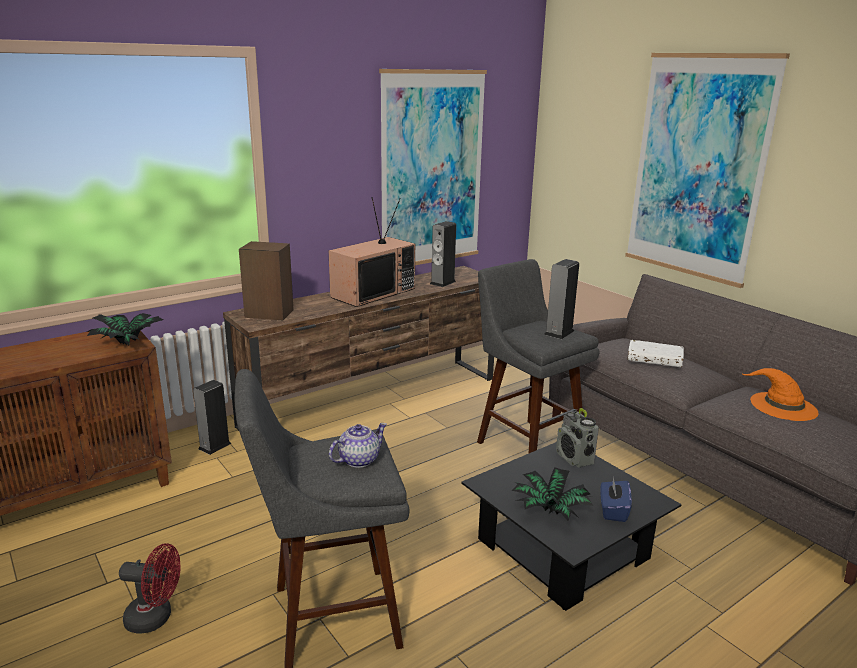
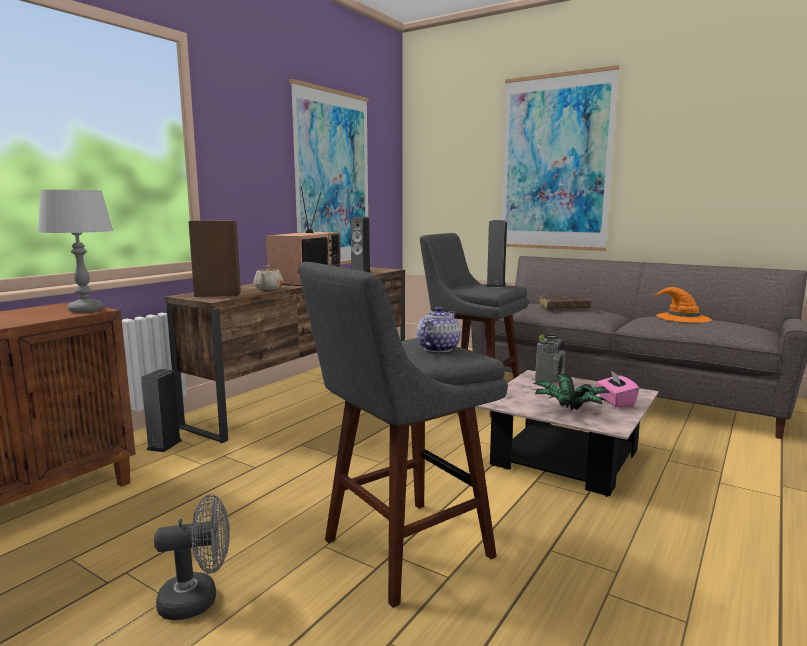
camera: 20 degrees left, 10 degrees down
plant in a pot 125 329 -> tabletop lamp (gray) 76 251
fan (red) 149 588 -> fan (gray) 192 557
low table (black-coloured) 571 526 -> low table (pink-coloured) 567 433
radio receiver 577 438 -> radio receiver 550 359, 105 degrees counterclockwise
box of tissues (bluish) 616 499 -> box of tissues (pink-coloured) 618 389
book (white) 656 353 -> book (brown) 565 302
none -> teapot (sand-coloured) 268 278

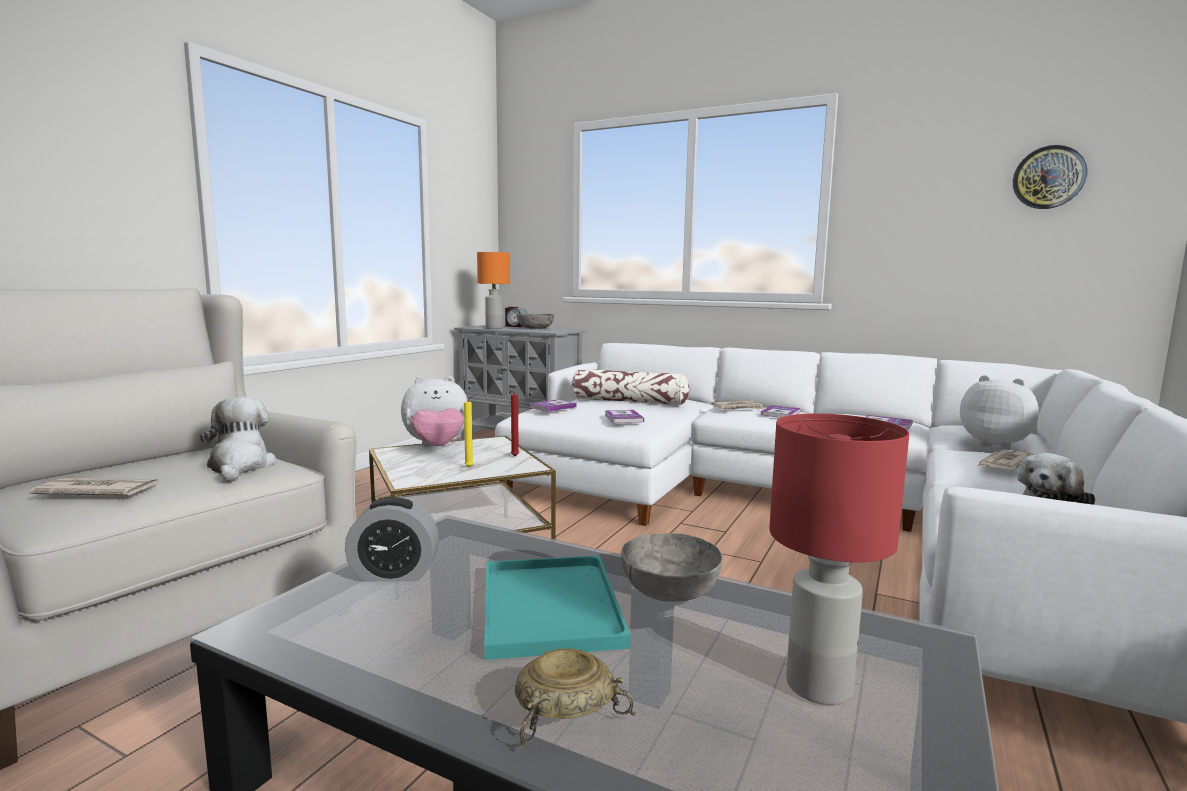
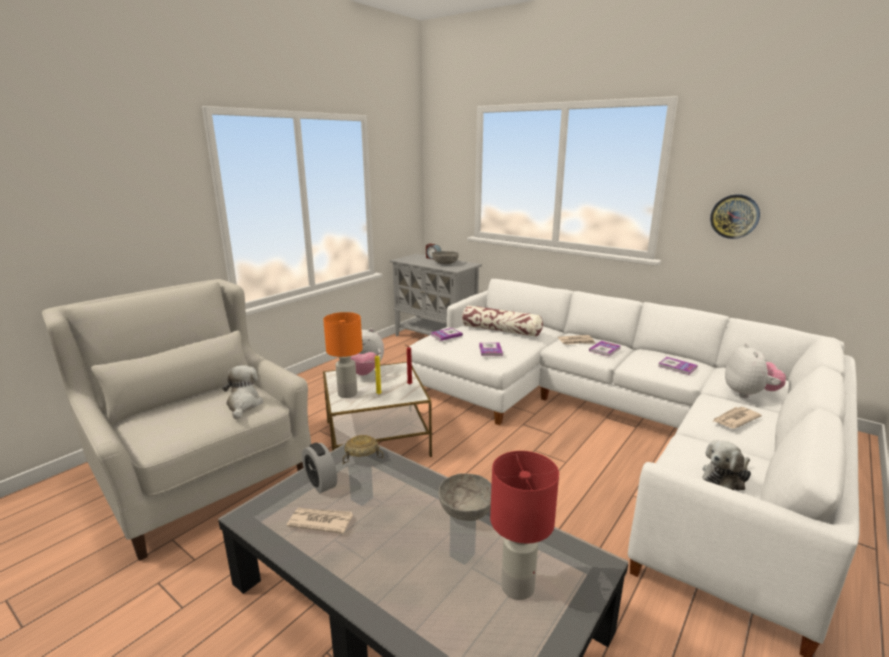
camera: 10 degrees right, 10 degrees up
printed paper 93 486 -> printed paper 319 521, shifted
bedside clock 392 539 -> bedside clock 319 468, 45 degrees clockwise
tabletop lamp (orangey) 493 290 -> tabletop lamp (orangey) 343 355, shifted
tray (turquoise-coloured) 557 607 -> none
serving bowl (sand-coloured) 575 698 -> serving bowl (sand-coloured) 363 449, shifted
soft toy 999 412 -> soft toy 755 370, 45 degrees clockwise
clock on the wall 1050 177 -> clock on the wall 735 216, shifted

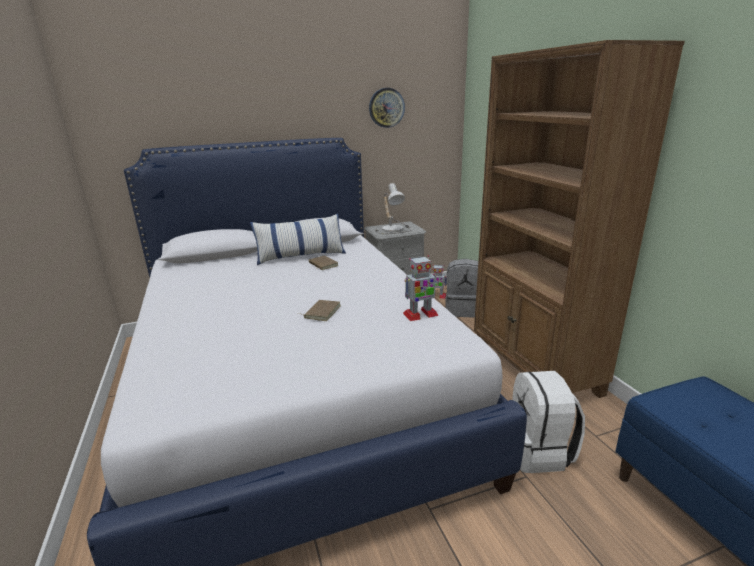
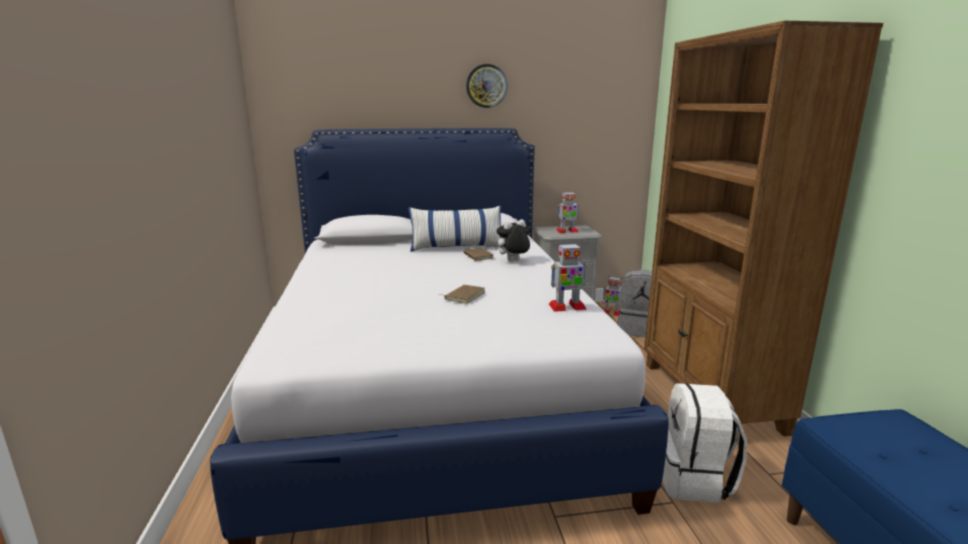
camera: 10 degrees right, 5 degrees down
clock on the wall 387 108 -> clock on the wall 487 86, shifted
tabletop lamp 393 208 -> model robot 567 212
none -> soft toy 512 240

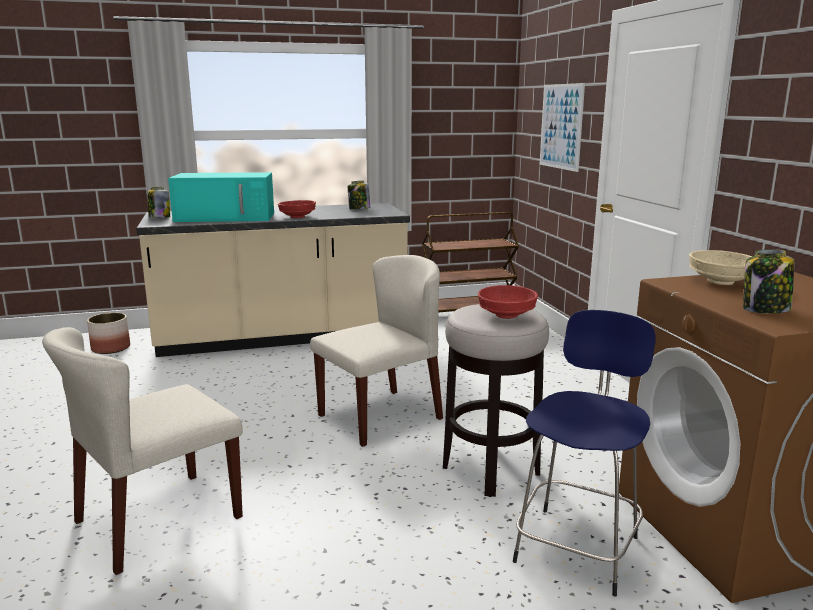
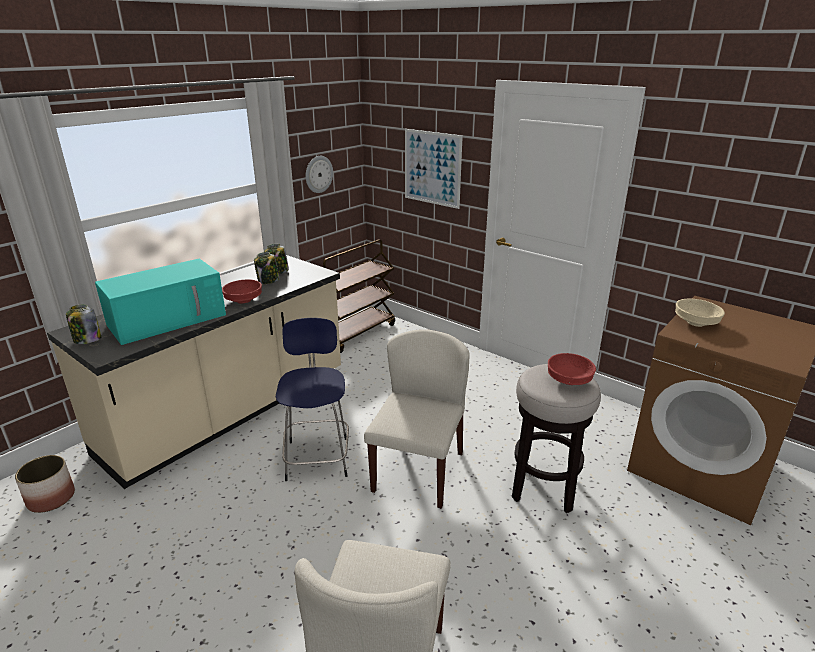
camera: 35 degrees left, 10 degrees up
stool seat (bluish) 584 453 -> stool seat (bluish) 312 399, shifted
jar 768 281 -> jar 266 268, shifted
none -> clock on the wall 319 174

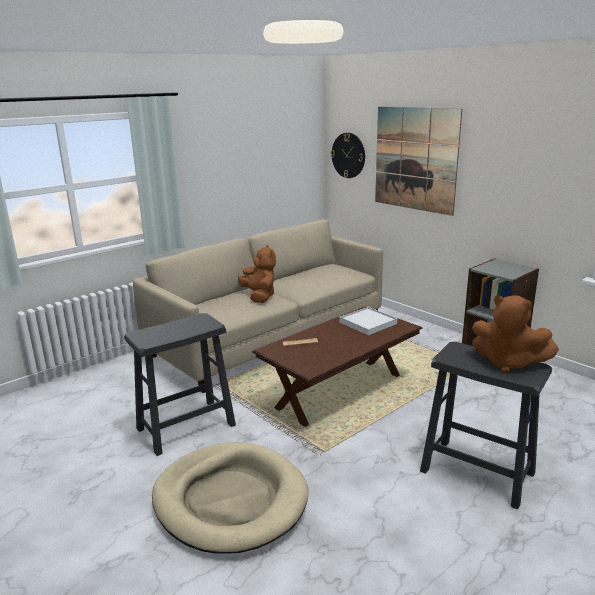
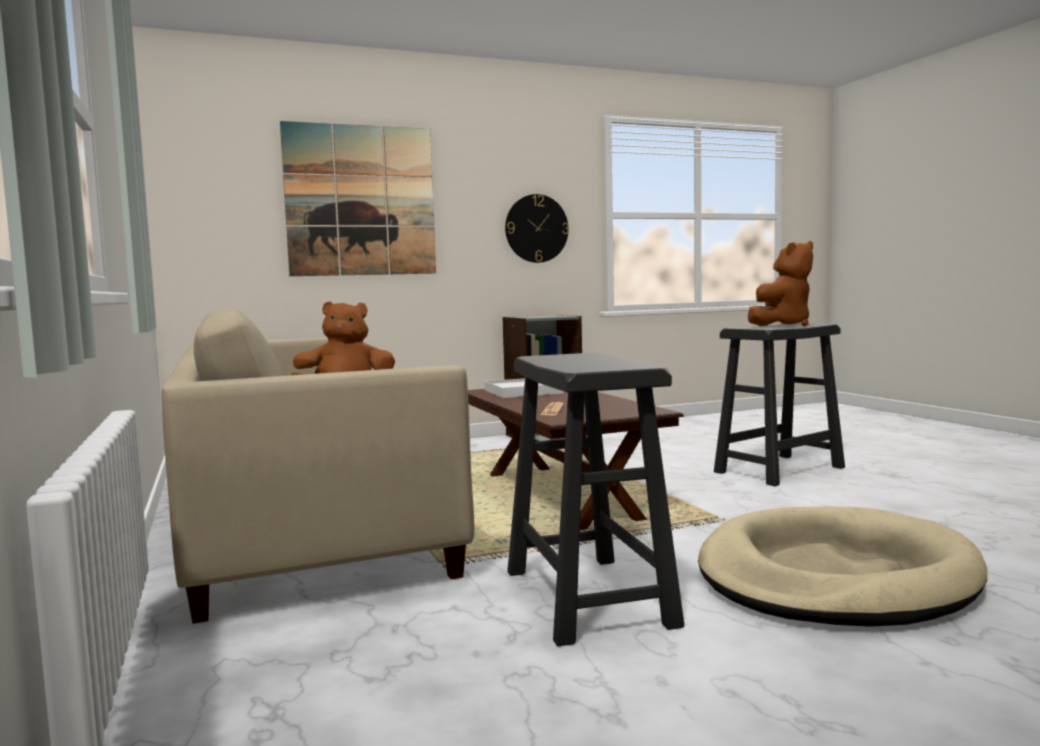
camera: 70 degrees left, 15 degrees down
clock on the wall 348 155 -> clock on the wall 537 228, shifted

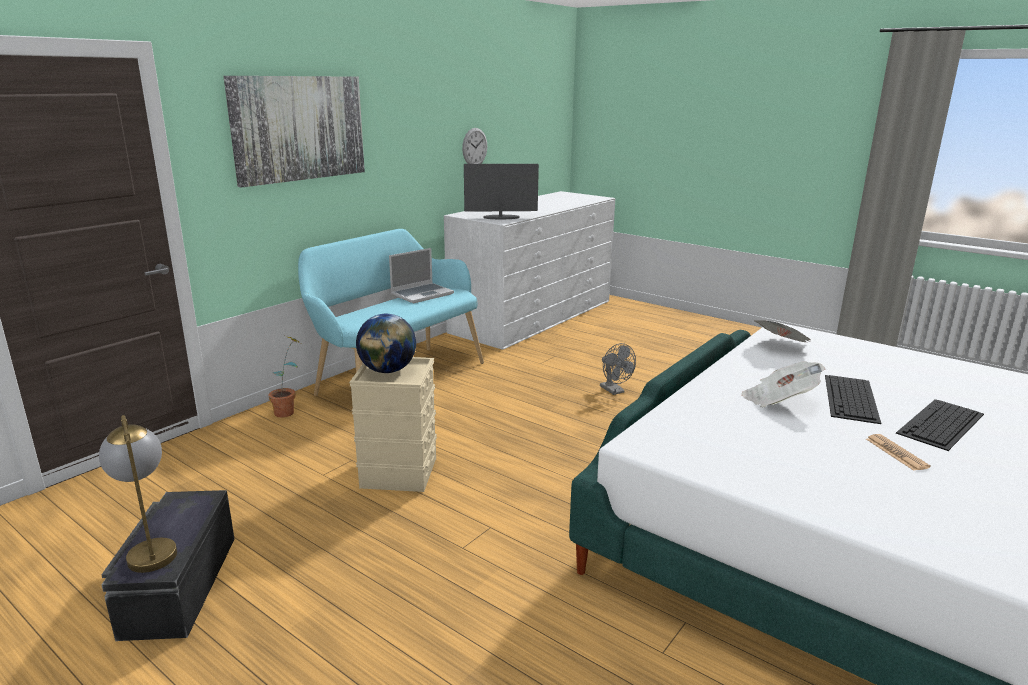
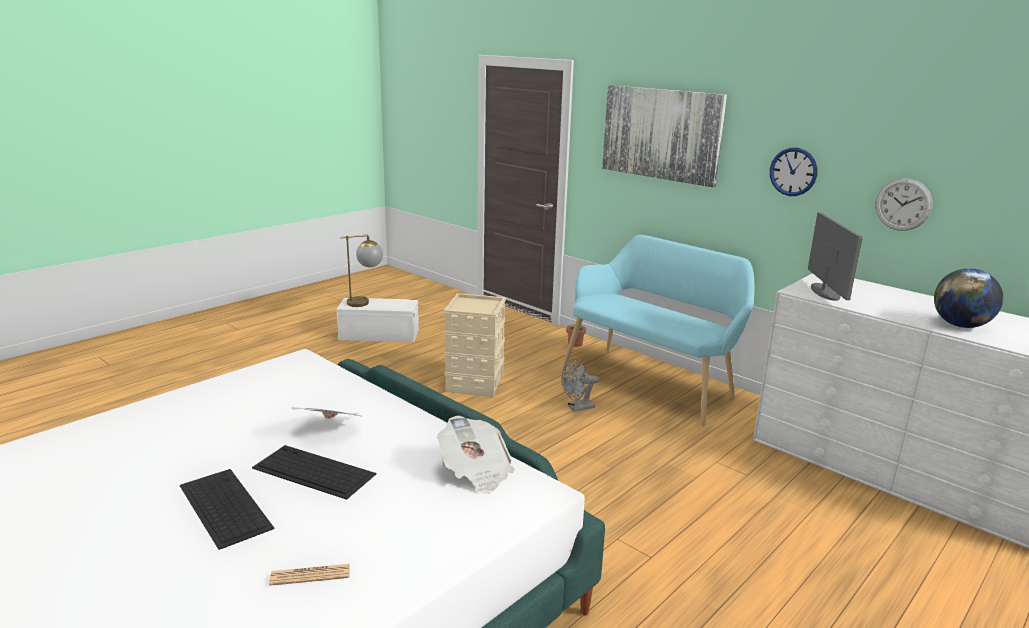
camera: 95 degrees right, 0 degrees up
storage bin (black-coloured) 167 565 -> storage bin (white) 377 320
world globe 386 343 -> world globe 968 298, shifted
portable computer 421 276 -> none
fan (gray) 618 369 -> fan (gray) 580 385, shifted
printed paper 898 452 -> printed paper 309 575, shifted
none -> clock on the wall 793 171

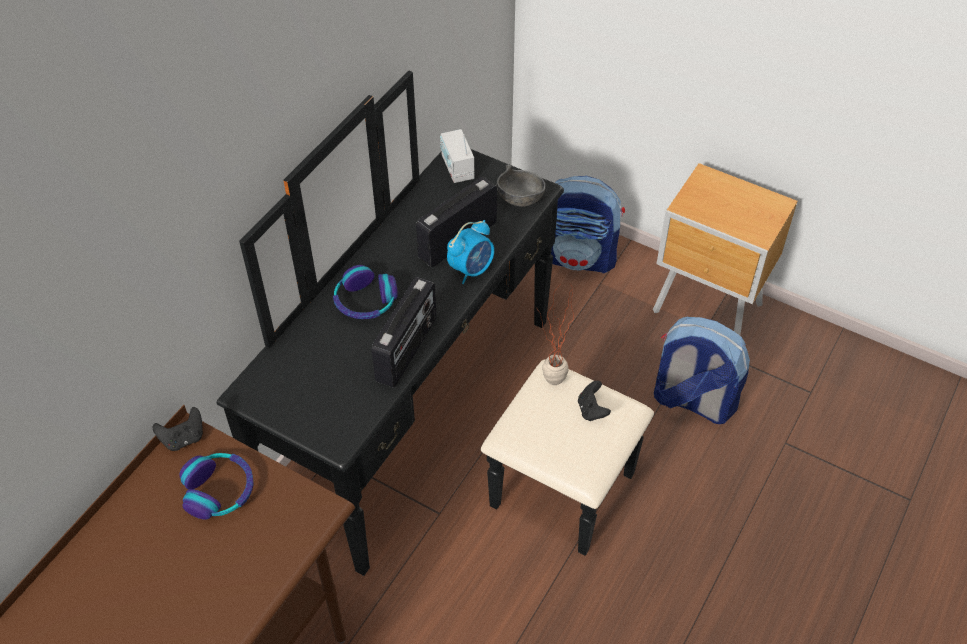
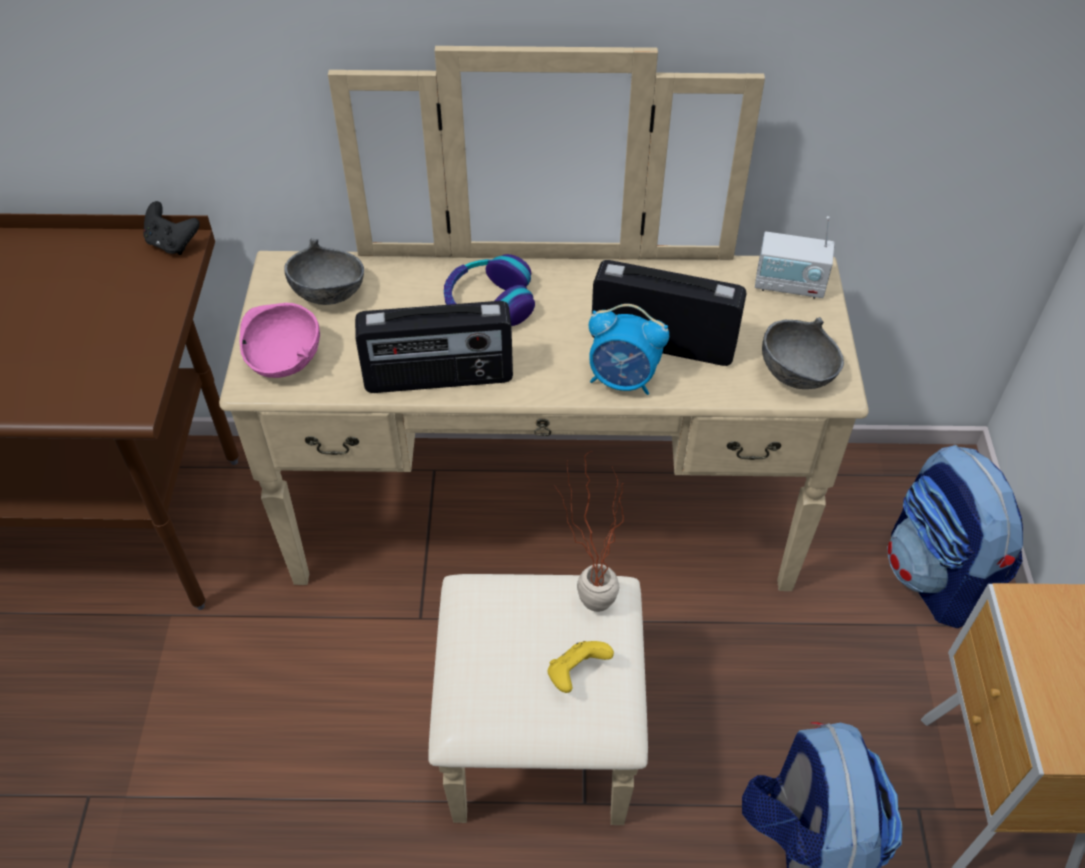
camera: 60 degrees right, 0 degrees up
pair of headphones 216 486 -> none
dresser (black-coloured) 435 323 -> dresser (sand-coloured) 544 435
radio receiver 457 156 -> radio receiver 795 257, 120 degrees counterclockwise
gamepad (black-coloured) 594 401 -> gamepad (yellow-coloured) 581 667
none -> serving bowl (pink-coloured) 280 340
none -> serving bowl (gray) 324 271

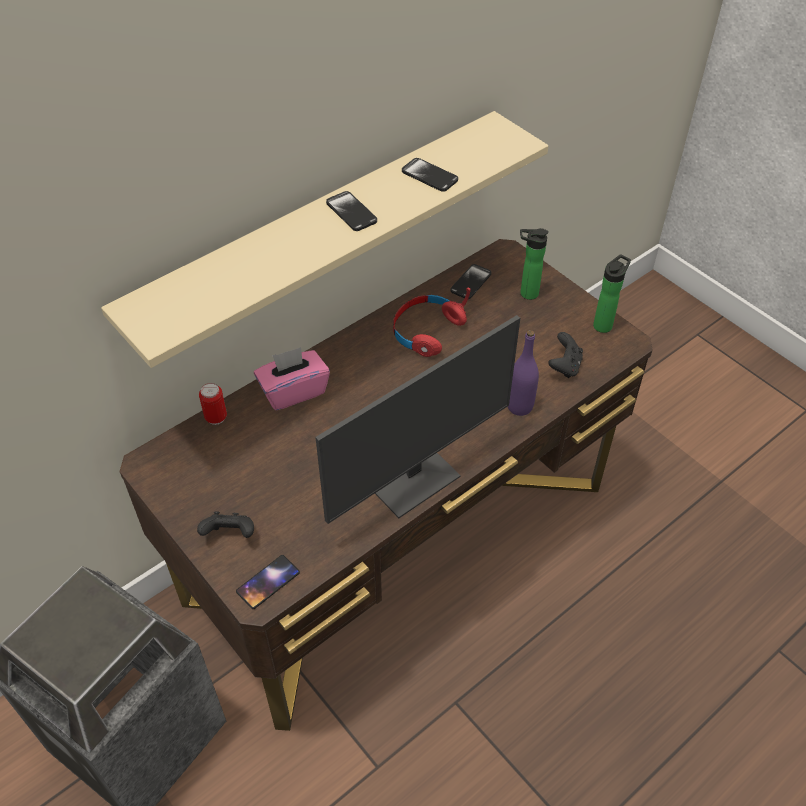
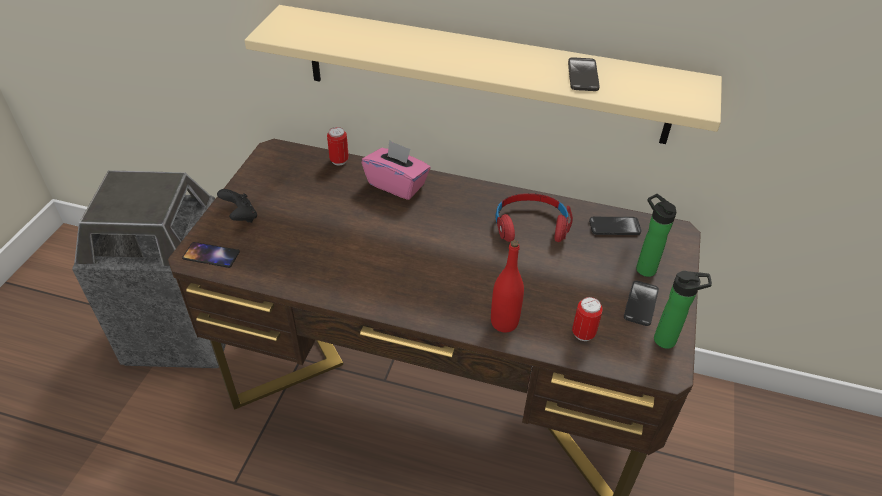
camera: 55 degrees right, 5 degrees down
computer display 417 419 -> none
telephone 351 211 -> telephone 641 303, shifted
drink bottle (purple-coloured) 523 373 -> drink bottle (red) 507 286
gamepad (black-coloured) 565 355 -> metal can 587 319

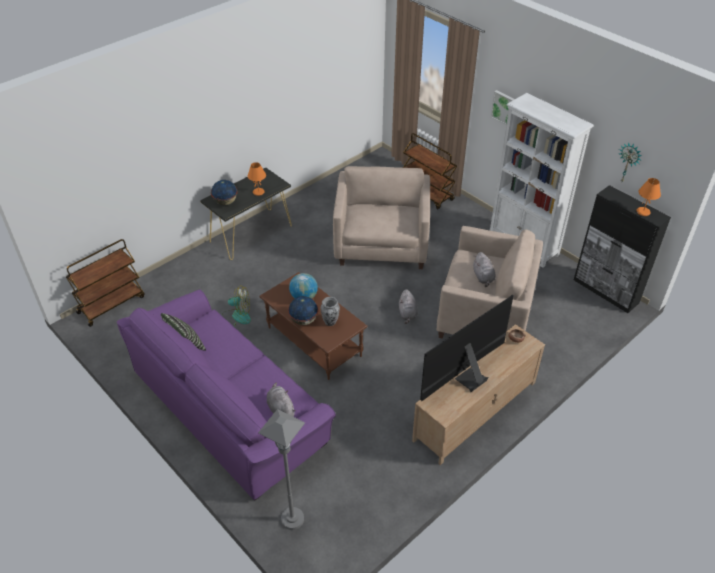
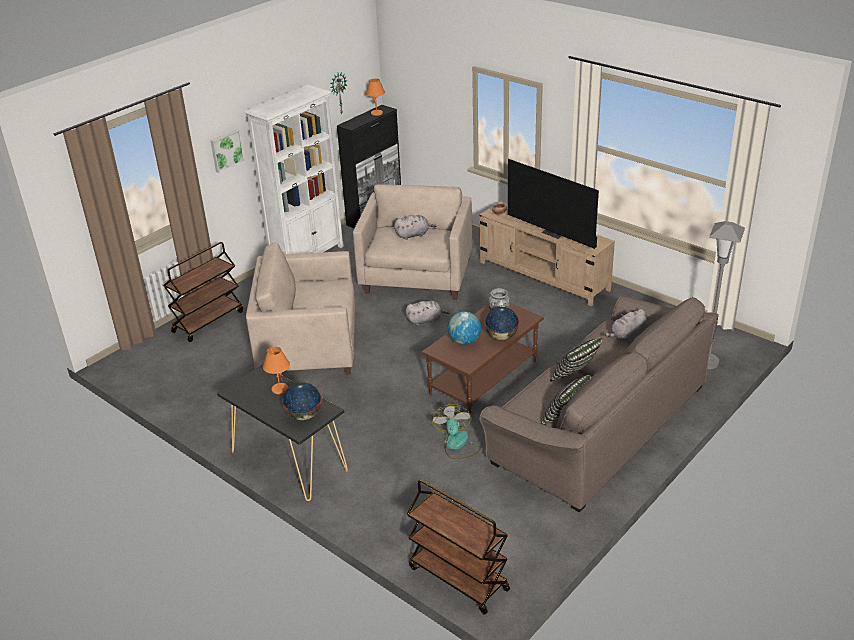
camera: 95 degrees left, 10 degrees down
settee (purple-coloured) 226 395 -> settee (brown) 599 404
none -> cushion 576 360

